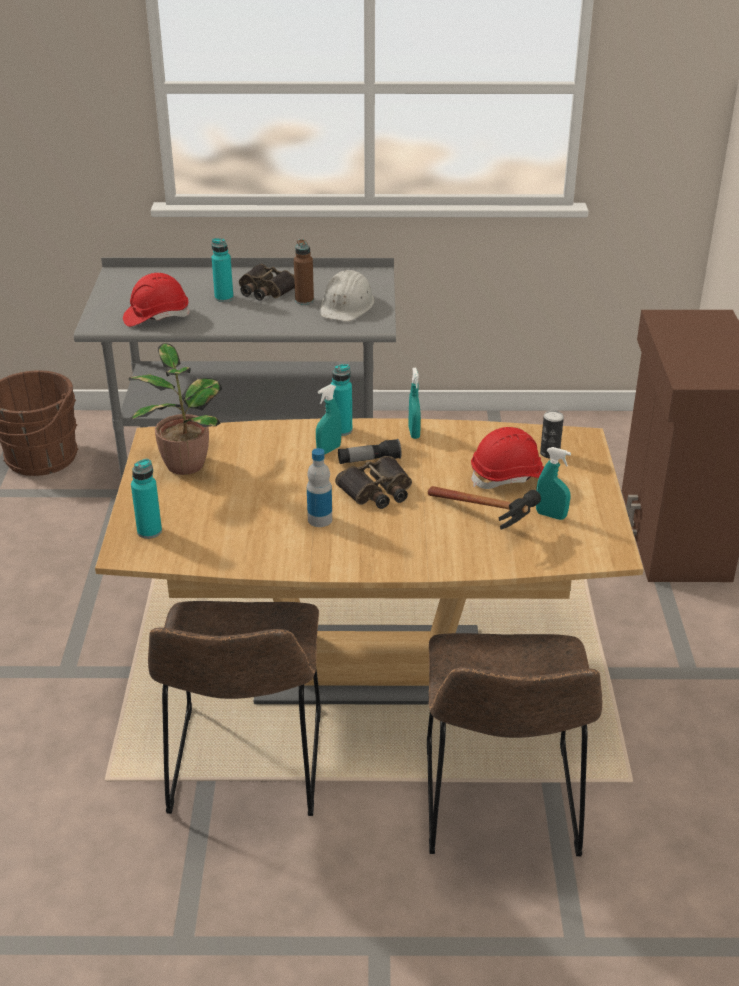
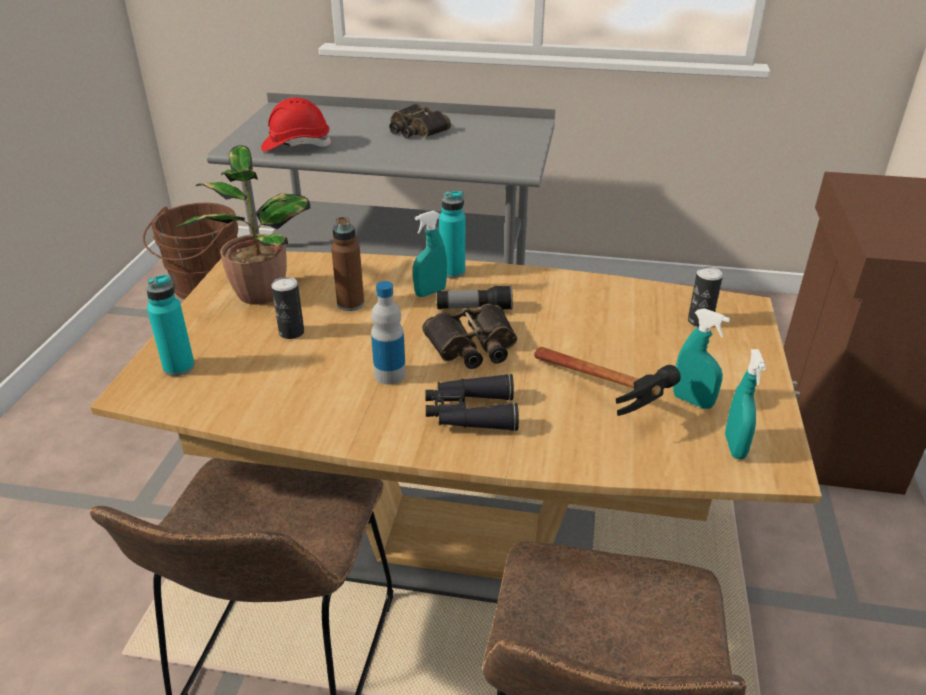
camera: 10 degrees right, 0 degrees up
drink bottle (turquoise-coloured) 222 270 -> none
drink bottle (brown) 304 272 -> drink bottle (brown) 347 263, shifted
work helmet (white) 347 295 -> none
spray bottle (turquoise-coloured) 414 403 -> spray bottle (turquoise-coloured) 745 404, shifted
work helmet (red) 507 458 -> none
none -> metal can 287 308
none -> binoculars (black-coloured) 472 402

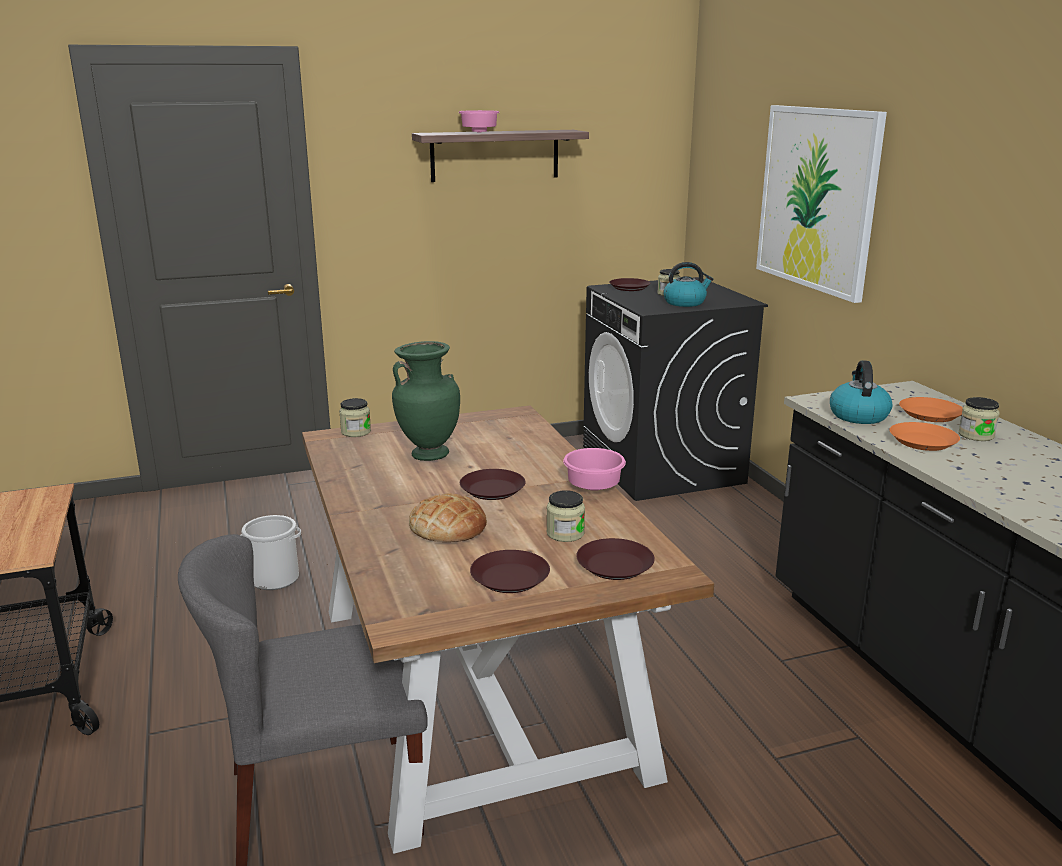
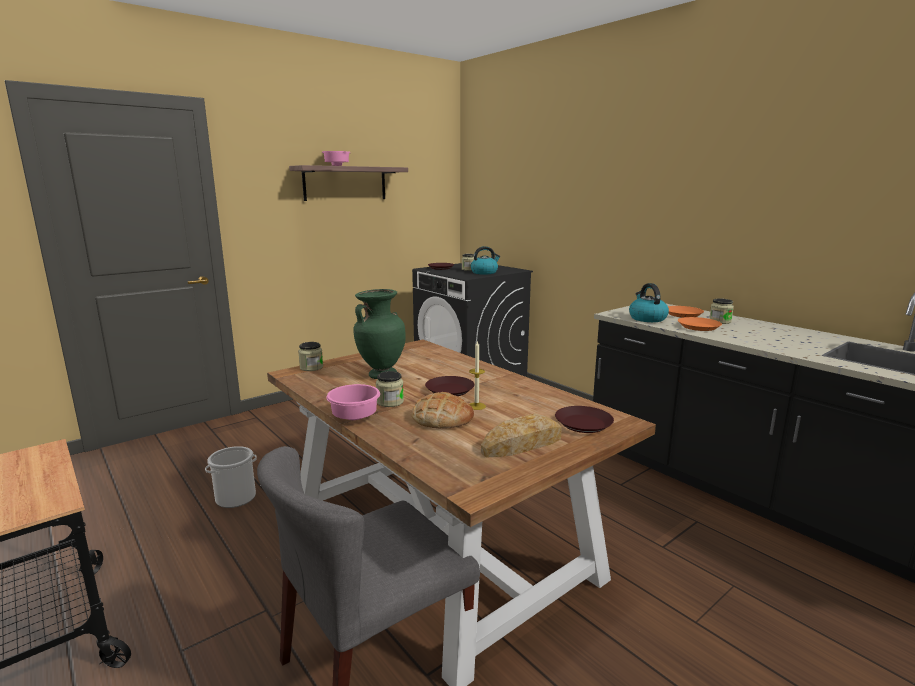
camera: 20 degrees left, 5 degrees down
flat dish (brown) 510 571 -> baked bread 521 435
jar 566 516 -> jar 390 389, shifted
serving bowl (pink-coloured) 594 469 -> serving bowl (pink-coloured) 353 402, shifted
wall art 821 204 -> none
none -> wax light 477 375

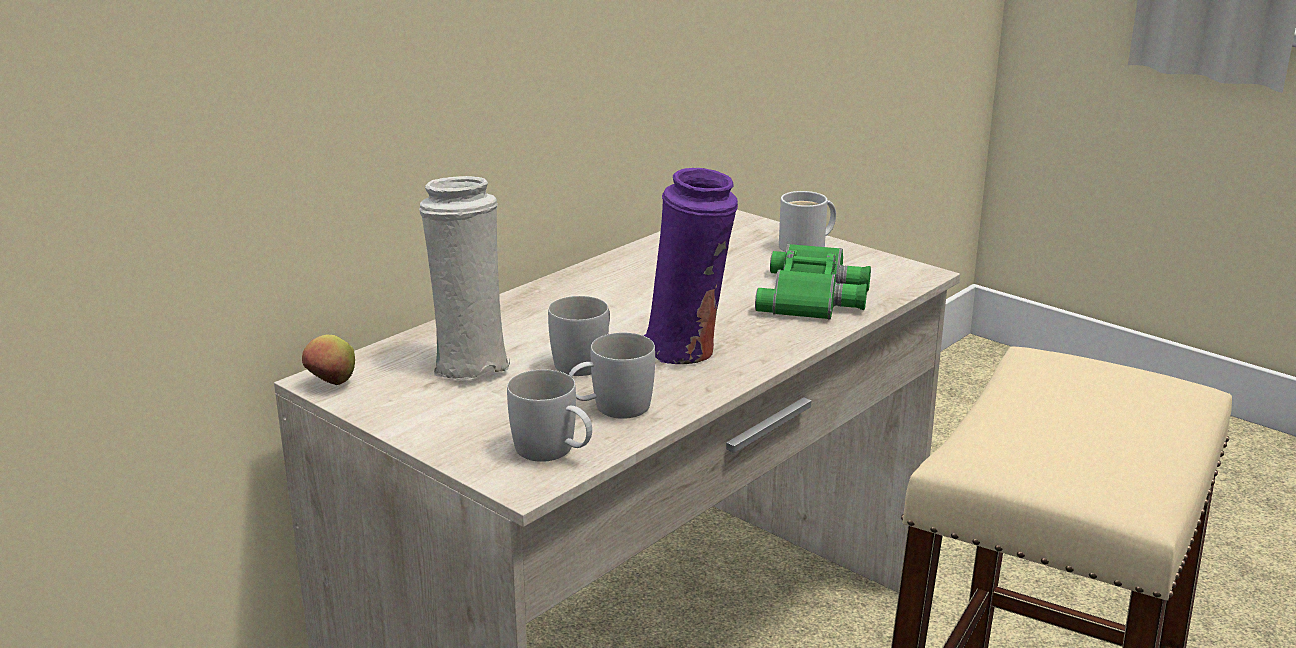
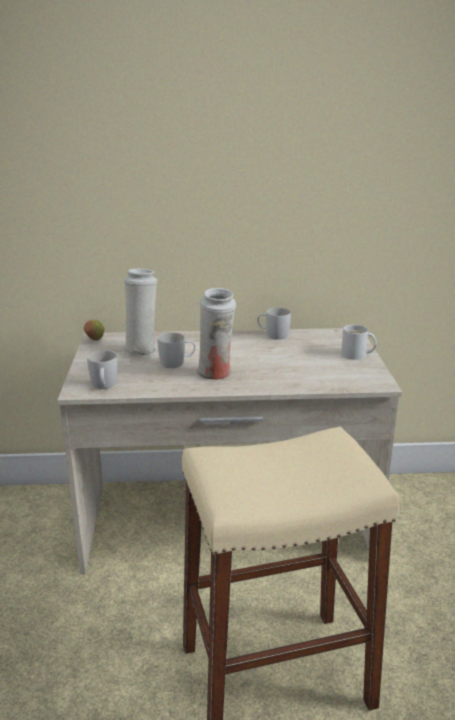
camera: 45 degrees right, 0 degrees up
mug (white) 612 376 -> mug (white) 274 324, shifted
decorative vase (purple-coloured) 691 266 -> decorative vase (white) 216 334
binoculars (green) 813 281 -> none

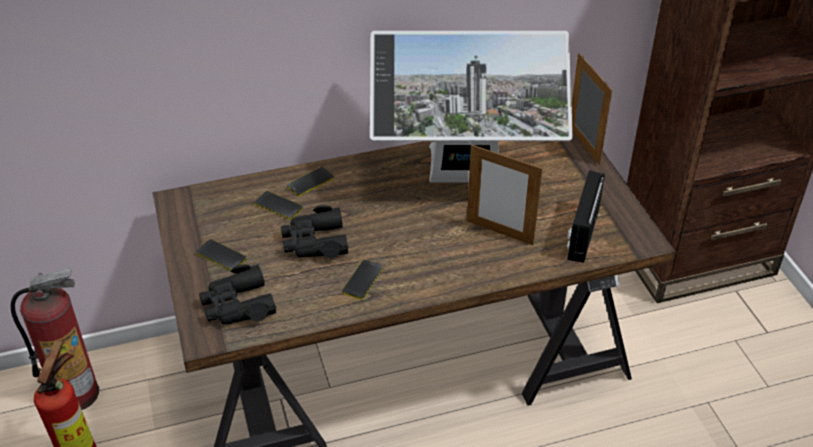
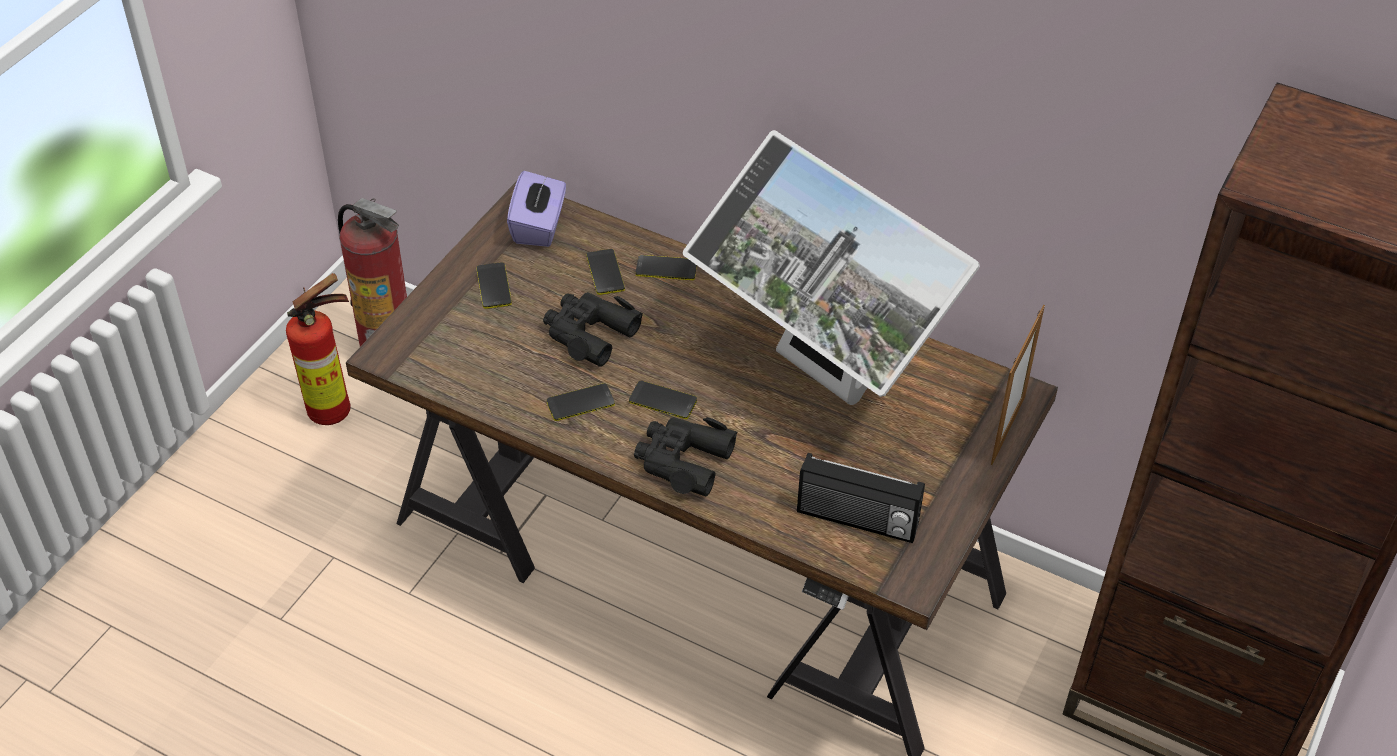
camera: 45 degrees right, 5 degrees up
binoculars (black-coloured) 237 294 -> binoculars (black-coloured) 685 457, shifted
photo frame 504 194 -> none
radio receiver 586 216 -> radio receiver 861 498, 135 degrees counterclockwise
none -> box of tissues (purple-coloured) 536 209
none -> telephone 663 400

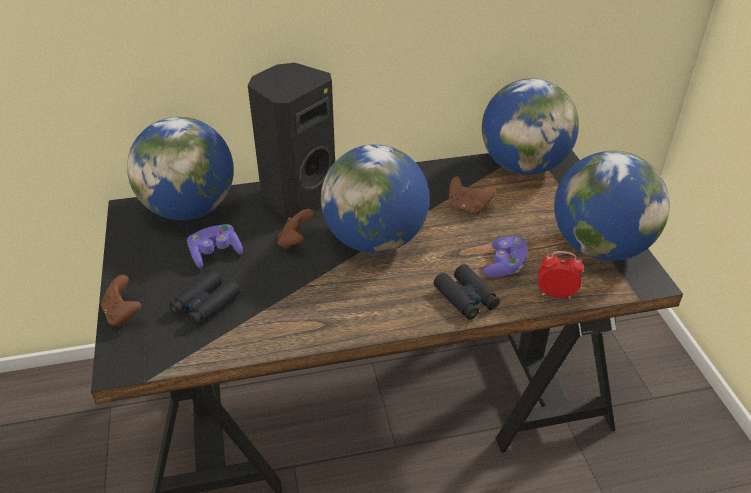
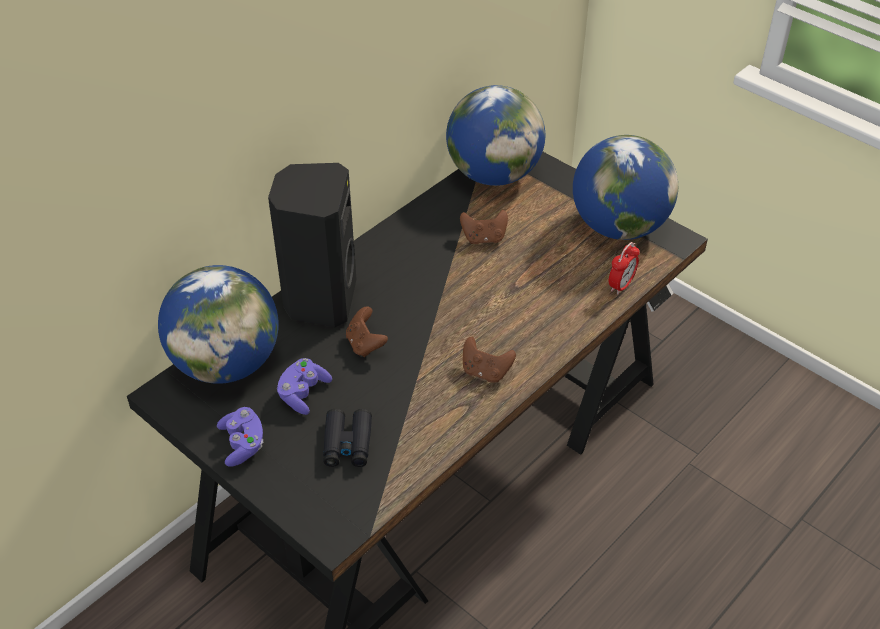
camera: 35 degrees left, 5 degrees up
gamepad (brown) 121 301 -> gamepad (brown) 489 360, shifted
world globe 375 198 -> none
binoculars (black-coloured) 466 291 -> none
gamepad (purple-coloured) 505 257 -> gamepad (purple-coloured) 240 437, shifted
bedside clock 561 275 -> bedside clock 624 268, 150 degrees clockwise

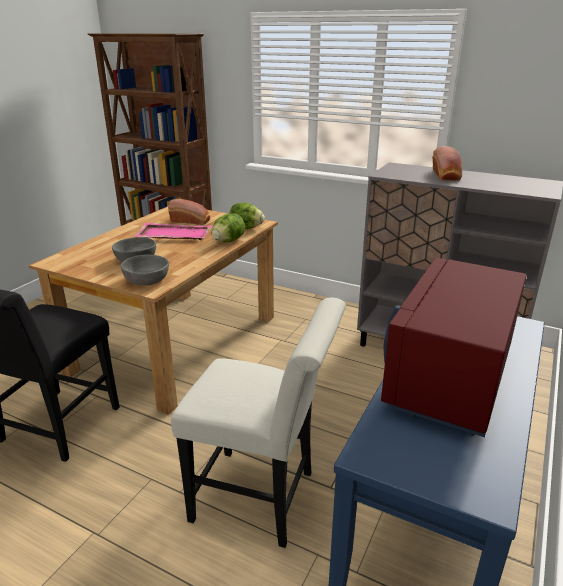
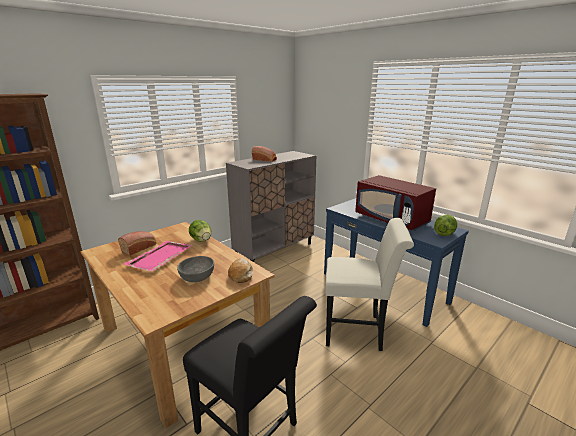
camera: 70 degrees left, 5 degrees down
serving bowl (gray) 145 270 -> baked bread 240 271
plain chair (white) 258 423 -> plain chair (white) 369 284, 60 degrees clockwise
lettuce 247 216 -> lettuce 445 225, shifted

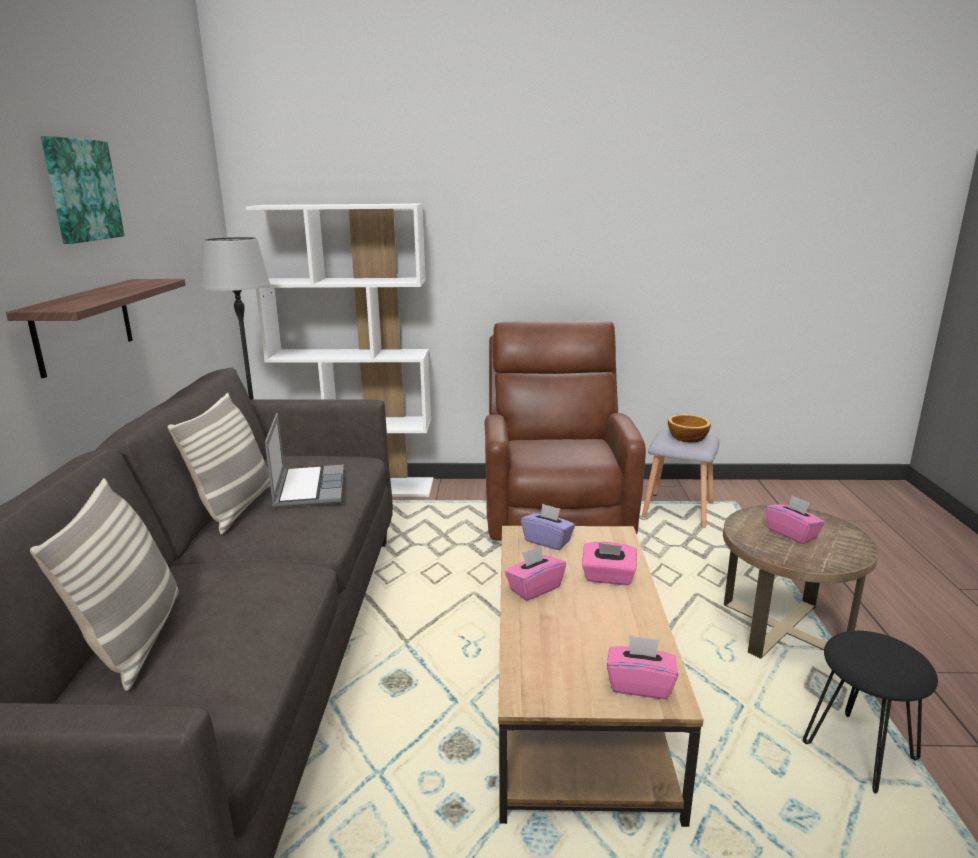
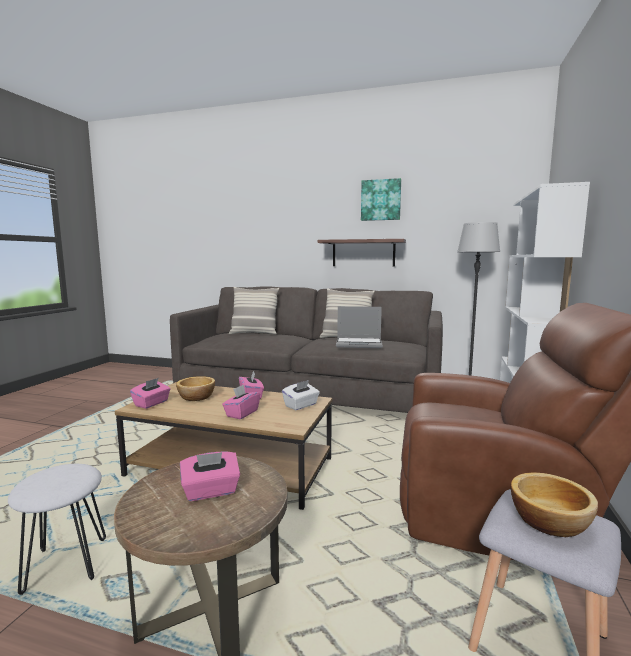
camera: 105 degrees right, 10 degrees down
box of tissues (purple-coloured) 548 526 -> box of tissues (white) 301 395
stool seat (black-coloured) 870 712 -> stool seat (white) 57 529
none -> serving bowl 195 388

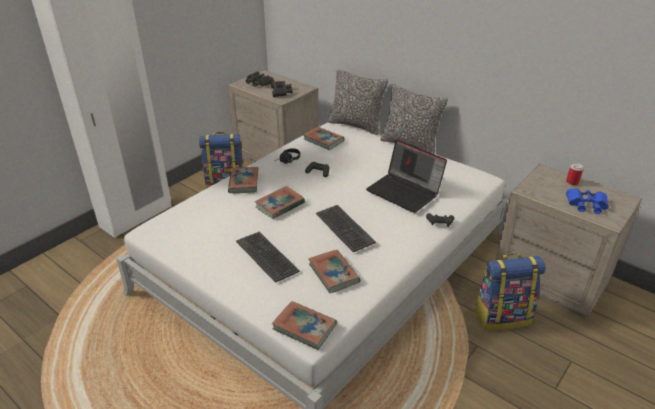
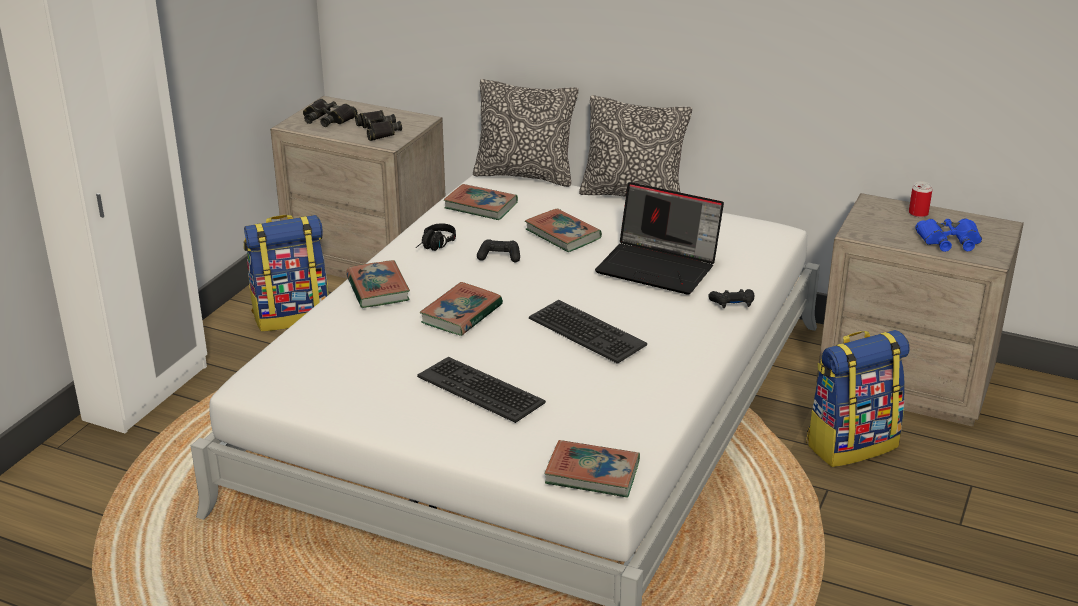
camera: 15 degrees left, 5 degrees down
book 334 271 -> book 563 230, shifted

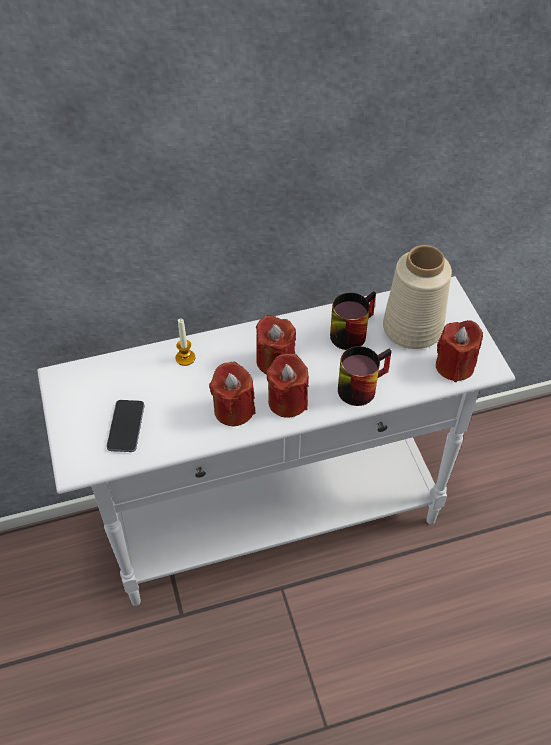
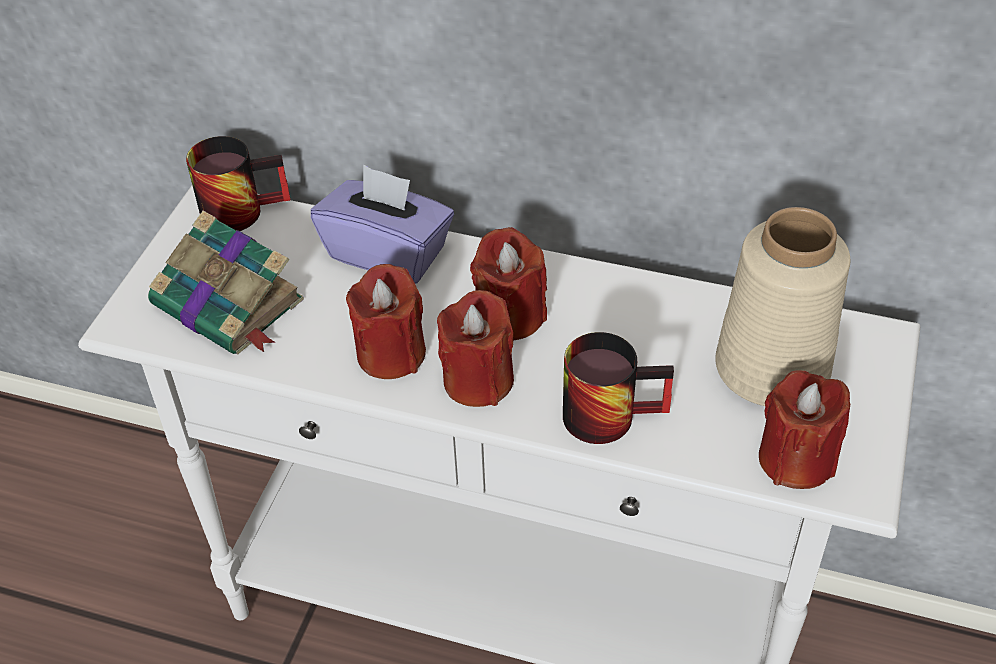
camera: 35 degrees right, 5 degrees down
telephone 125 426 -> book 226 283
wax light 185 342 -> box of tissues (purple-coloured) 382 224
mug 353 320 -> mug 238 183, shifted

